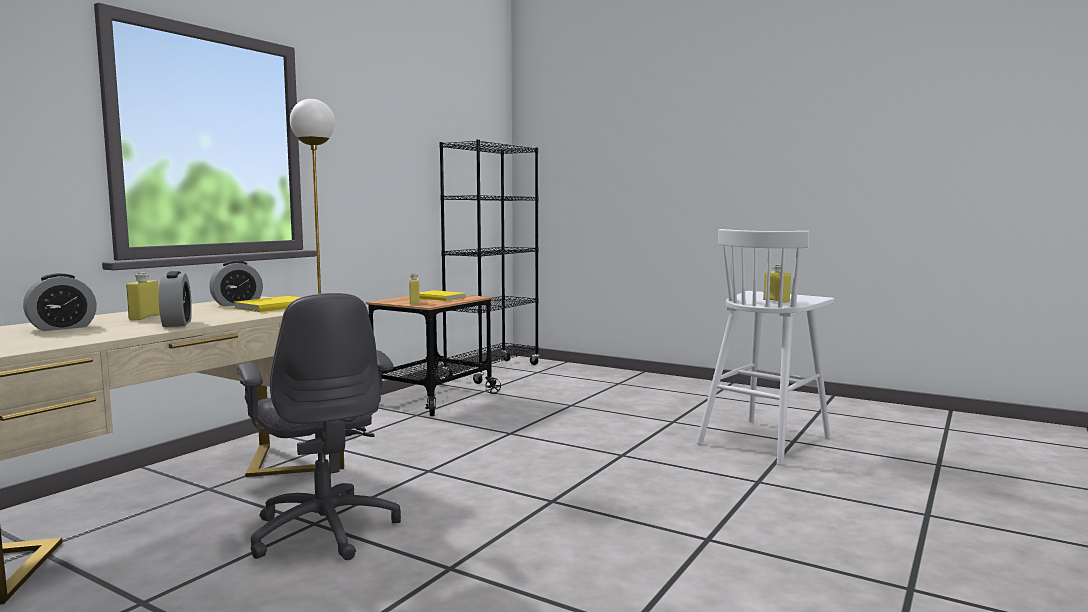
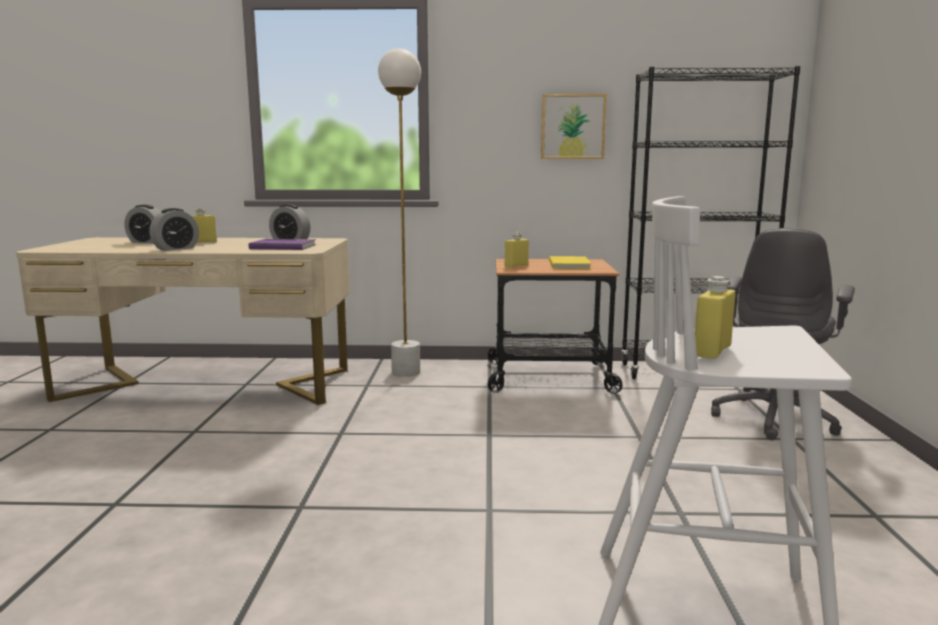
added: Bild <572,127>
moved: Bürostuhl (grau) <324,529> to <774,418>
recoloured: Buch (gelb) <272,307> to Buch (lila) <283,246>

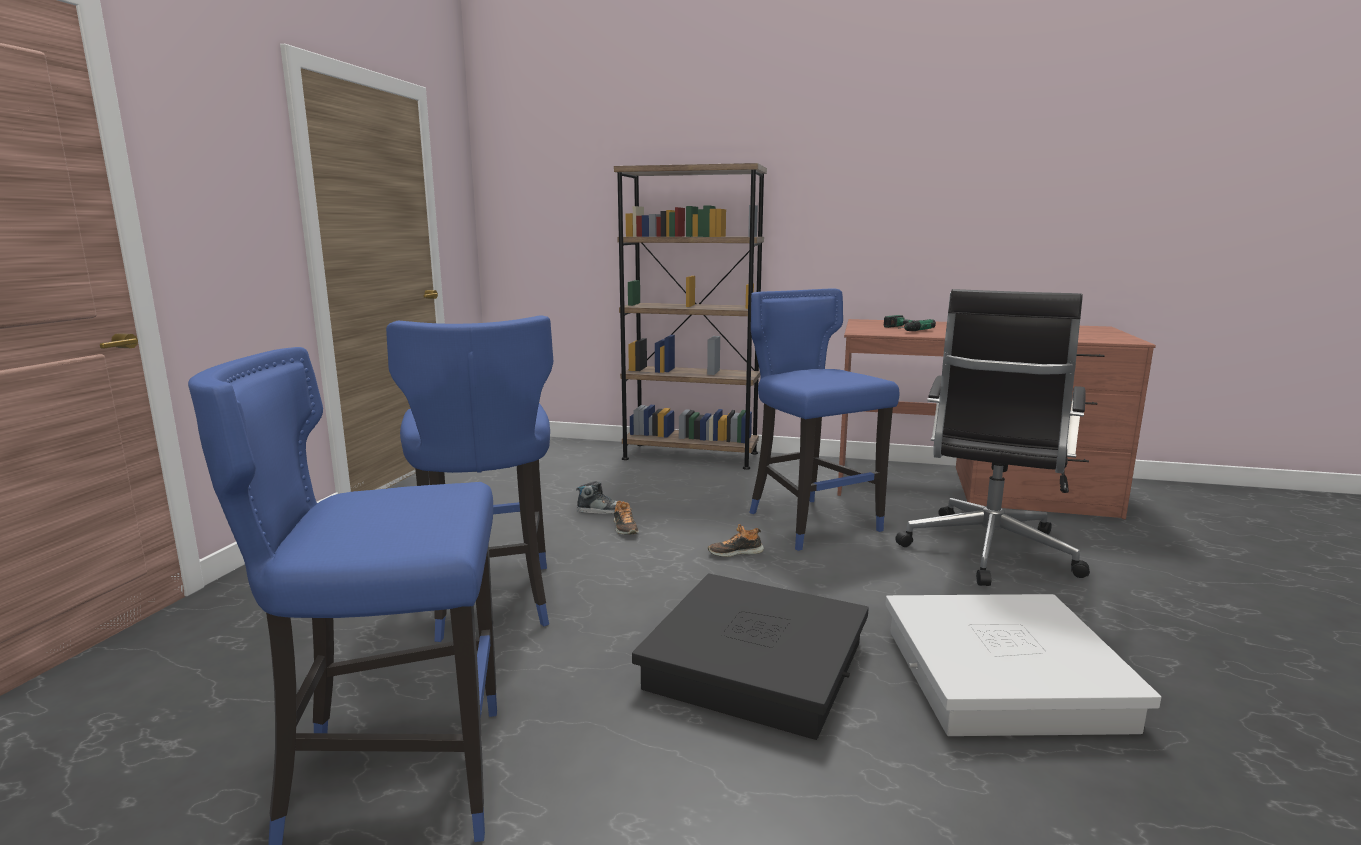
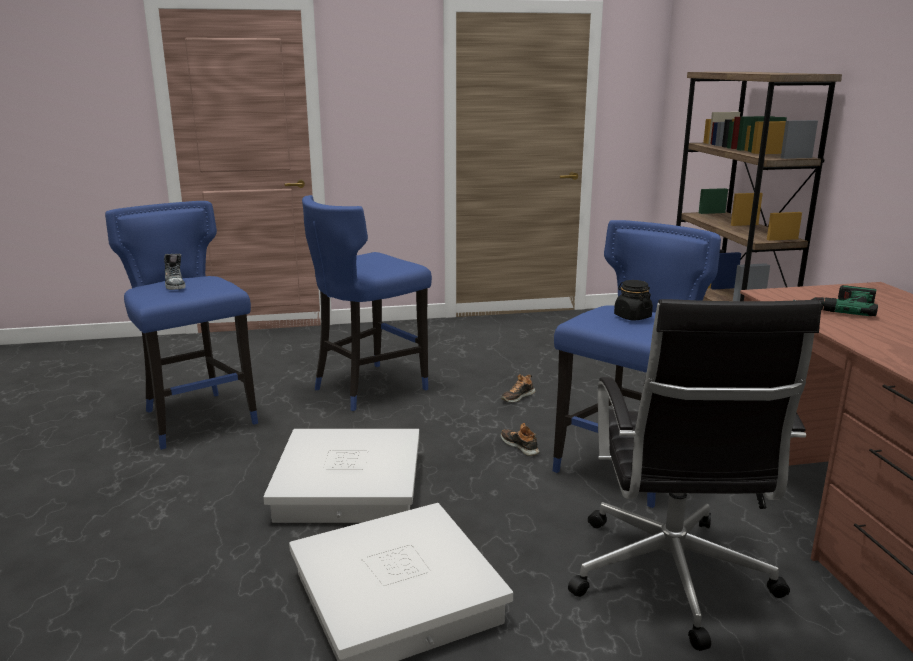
added: Vorratsglas (schwarz) <632,316>
moved: Schuh <602,510> to <175,284>
recoloured: Aufbewahrungsbox (schwarz) <756,664> to Aufbewahrungsbox (weiß) <350,486>
turned: Bürostuhl (schwarz) <987,552> = <670,579> 90 degrees counterclockwise

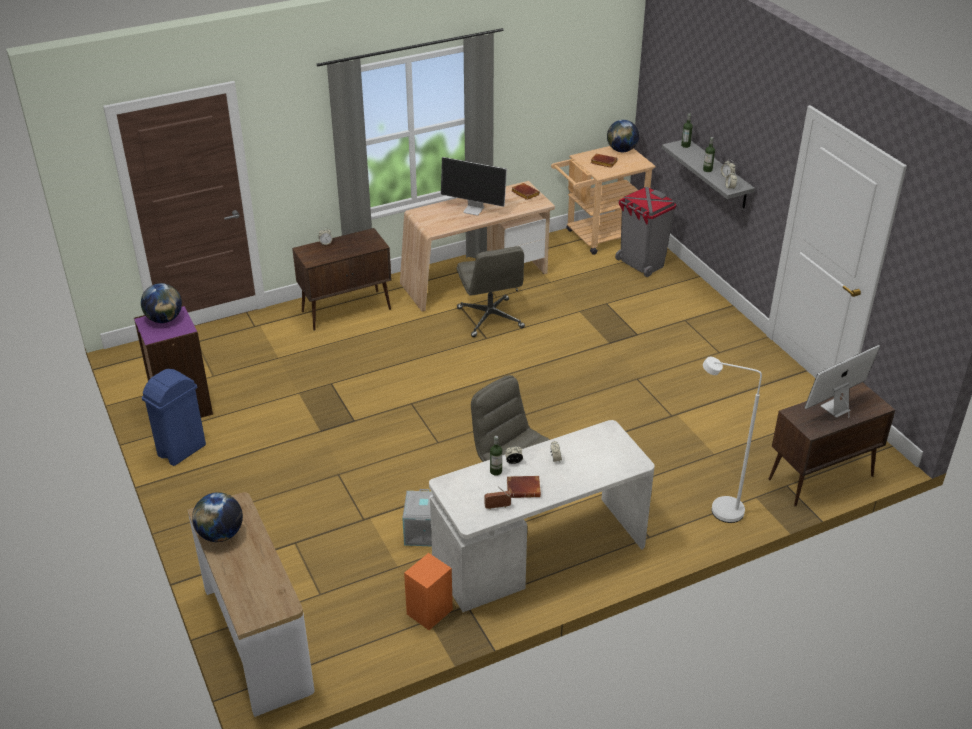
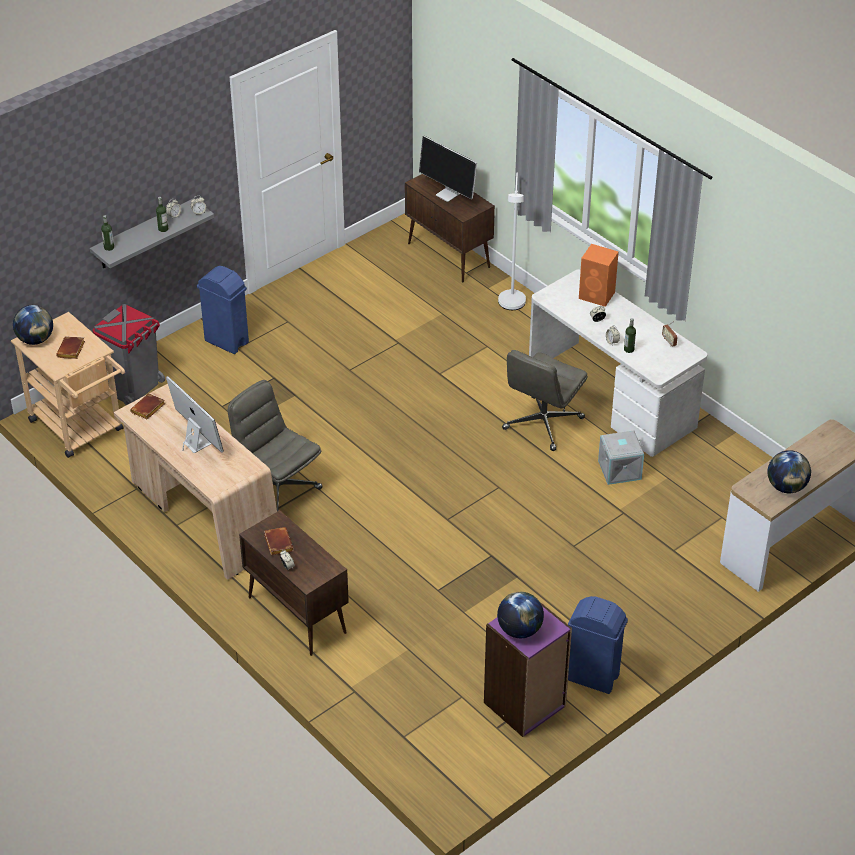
added: Mülleimer (blau) <226,341>
moved: Buch (braun) <524,489> to <277,543>; Lautsprecher (orange) <428,612> to <597,295>
turned: Monitor <474,210> = <196,443> 45 degrees counterclockwise; Bürostuhl (grau) <490,318> = <277,489> 105 degrees counterclockwise

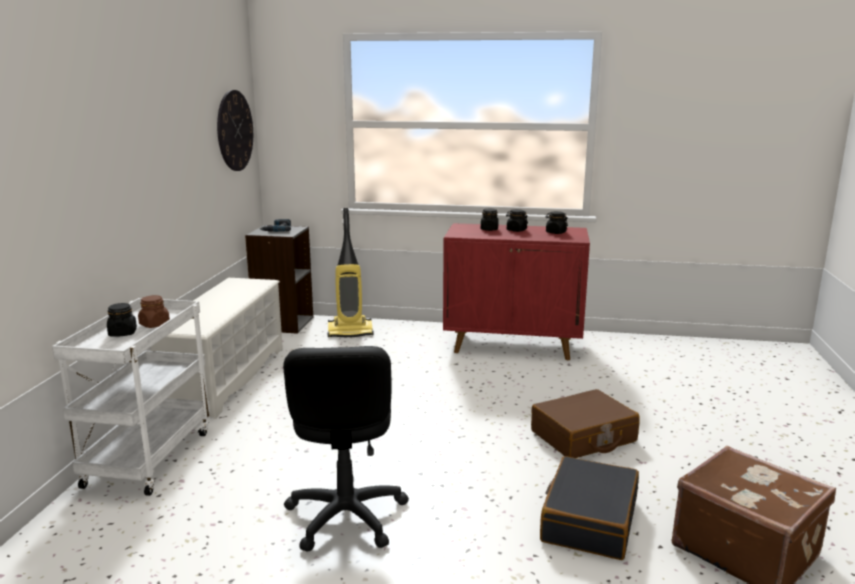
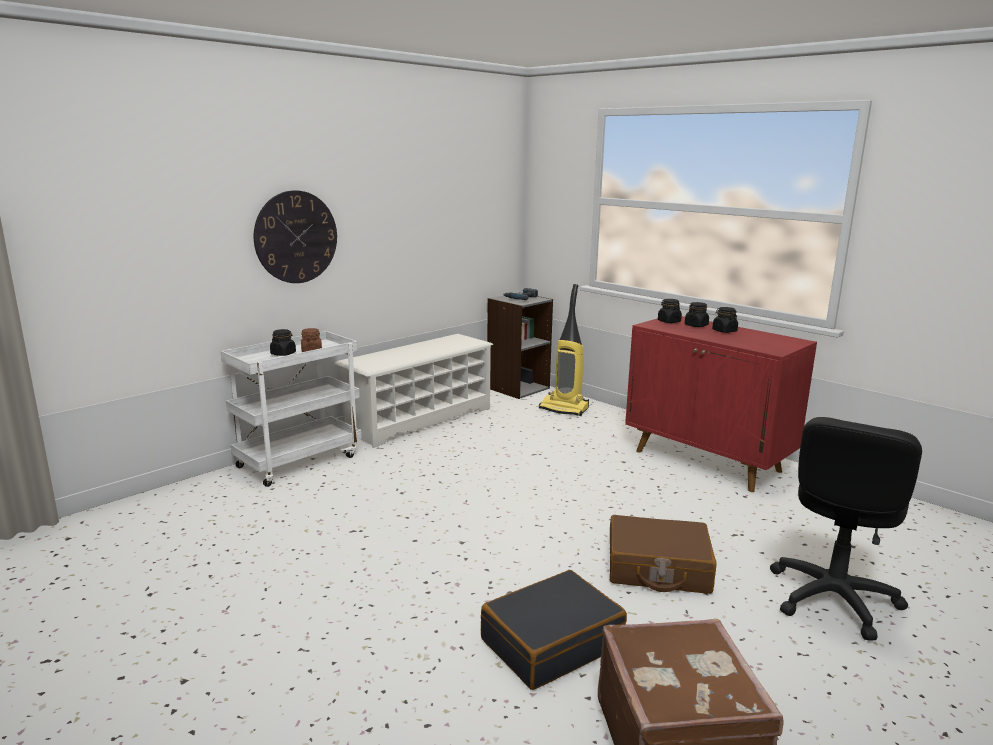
moved: Wanduhr <235,130> to <296,237>; Vorratsglas (schwarz) <555,232> to <669,321>; Bürostuhl (schwarz) <345,516> to <832,598>

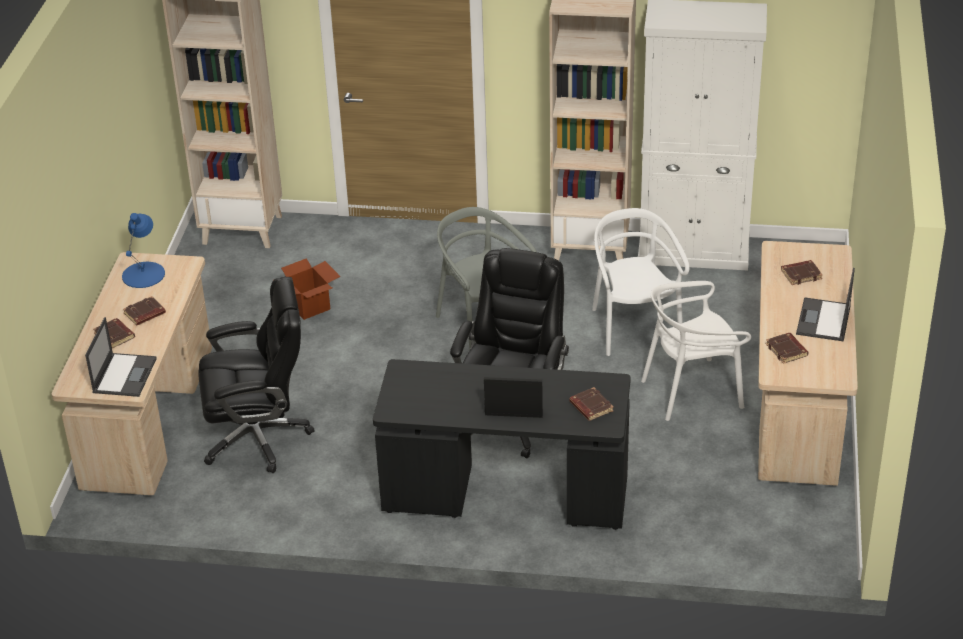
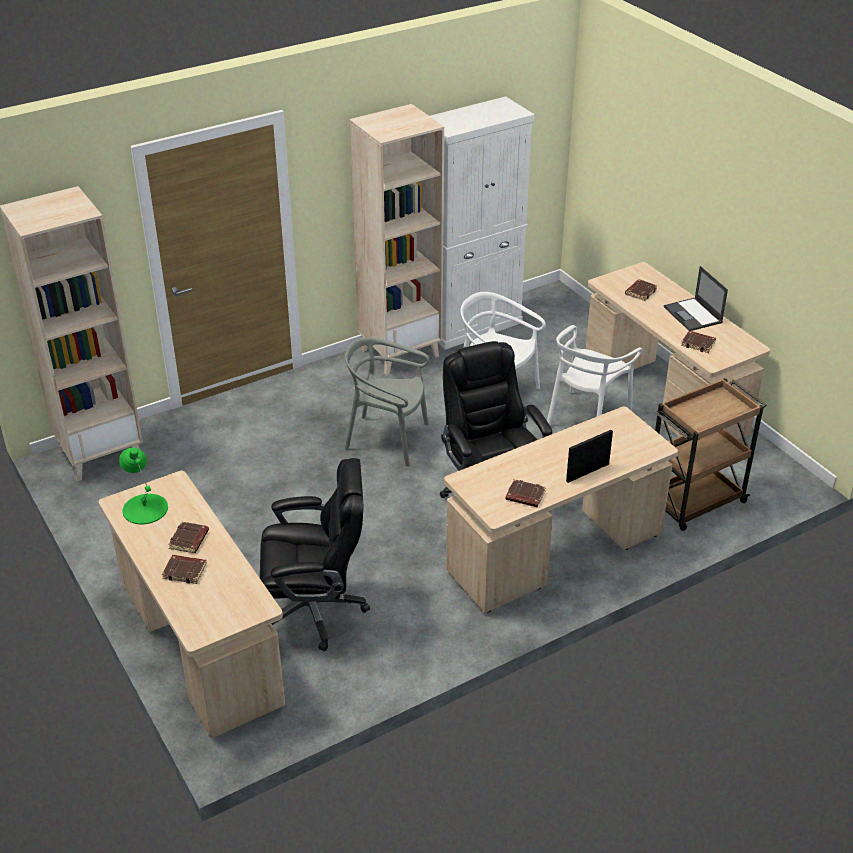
removed: Karton <309,306>; Laptop <124,375>
added: Rollwagen (braun) <694,502>
moved: Buch (braun) <590,407> to <524,496>
recoloured: Tischlampe (blau) <144,274> to Tischlampe (grün) <145,508>; Schreibtisch (schwarz) <505,496> to Schreibtisch (beige) <555,553>
turned: Bürostuhl (schwarz) <259,437> = <315,609> 45 degrees clockwise

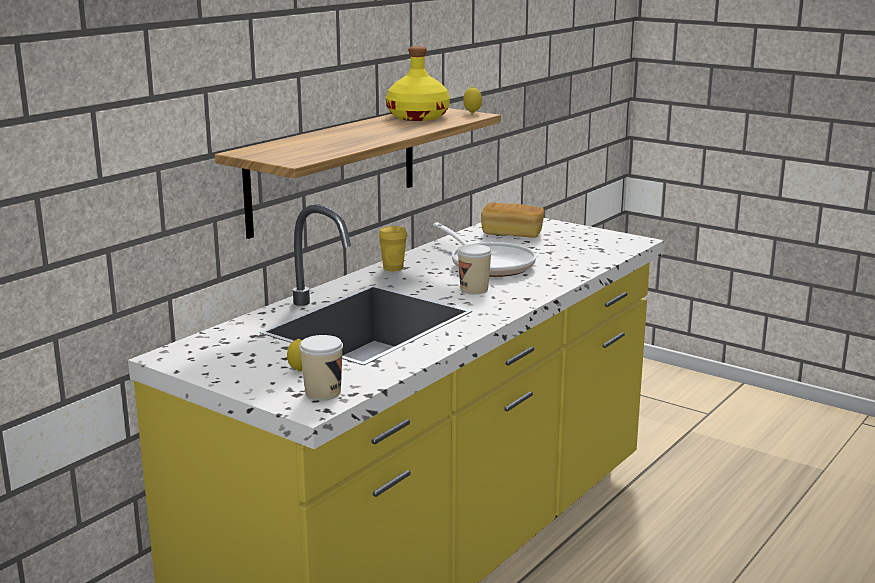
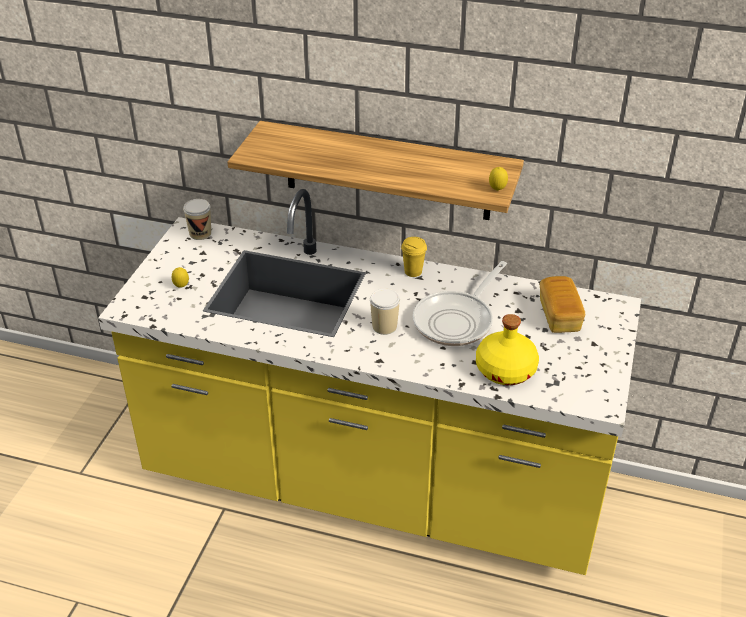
moved: Flasche (gelb) <418,117> to <506,370>; Tasse <323,393> to <200,233>

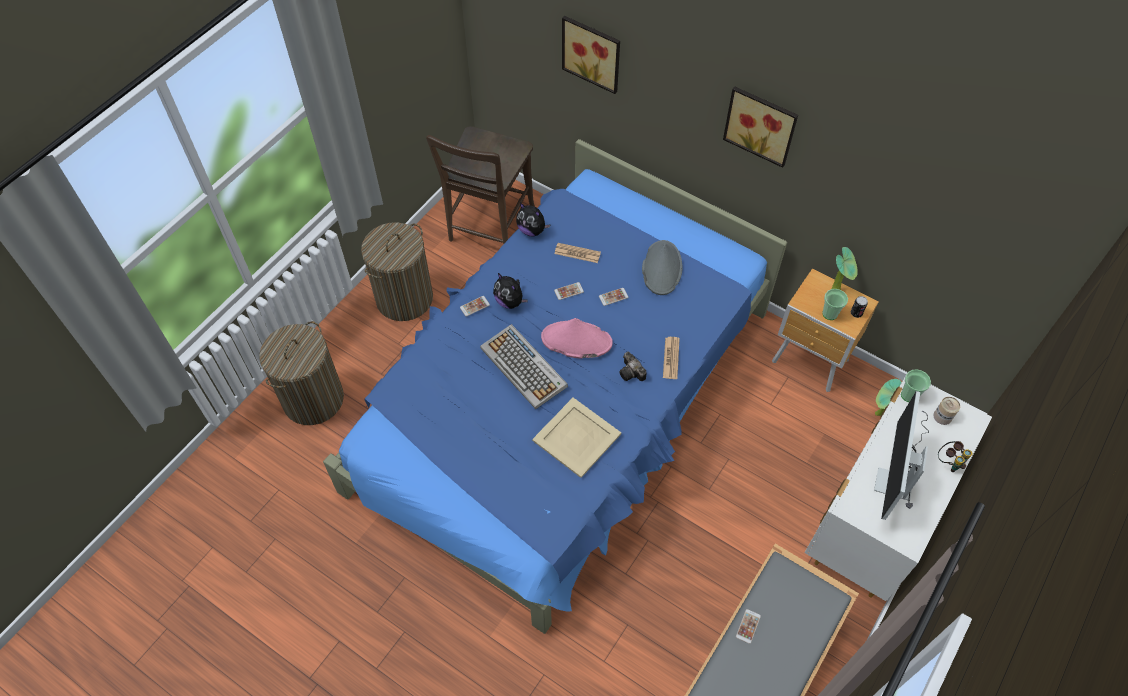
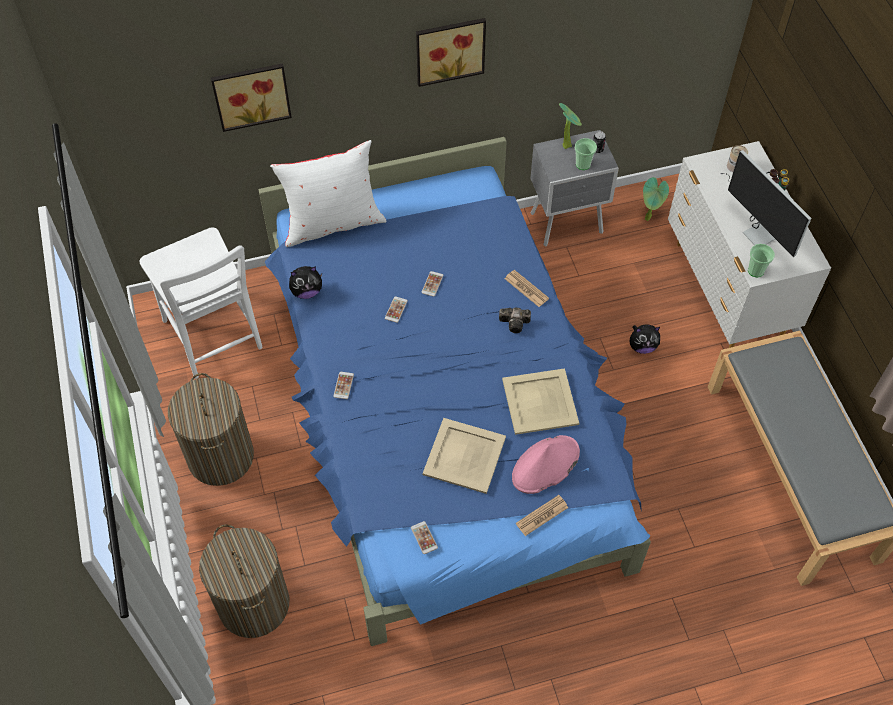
removed: Hut (grau) <661,268>; Tastatur <524,367>
added: Kissen (weiß) <332,223>; Tablett (beige) <465,455>
moved: Zeitung <577,253> to <542,515>; Plüschtier <510,301> to <642,346>; Hut (rosa) <576,340> to <545,465>; Tasse <909,395> to <755,271>; Handy <748,626> to <424,537>
recoloured: Stuhl (braun) <489,227> to Stuhl (weiß) <215,338>; Nachttisch (braun) <810,363> to Nachttisch (grau) <568,224>

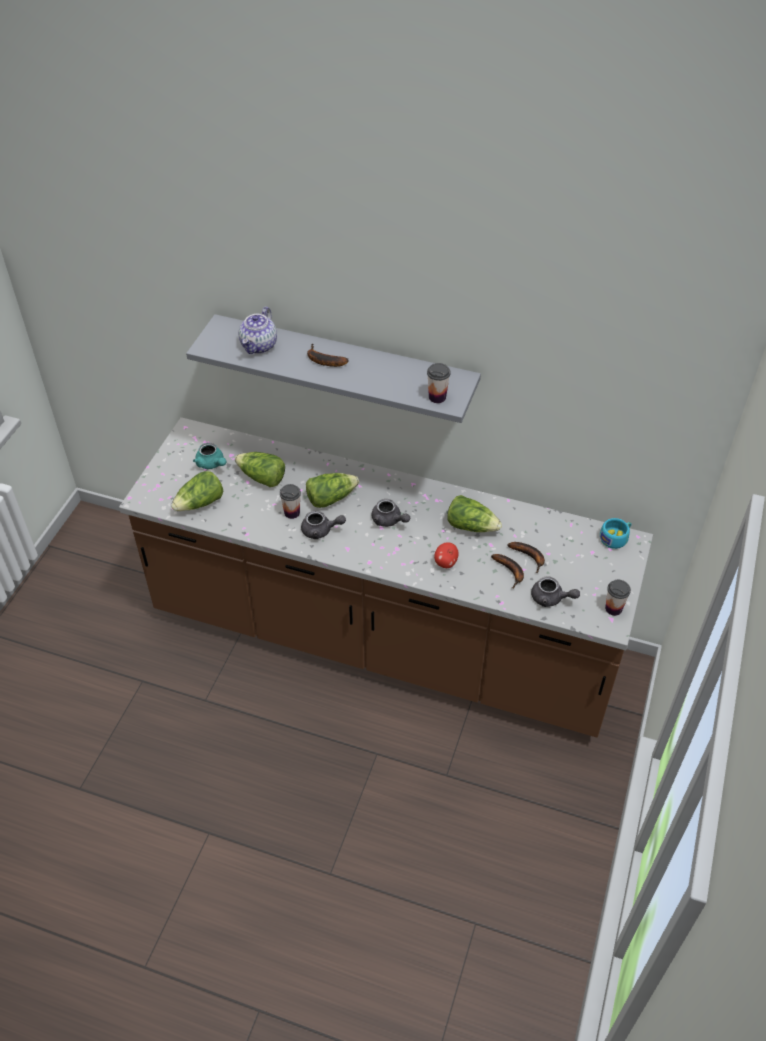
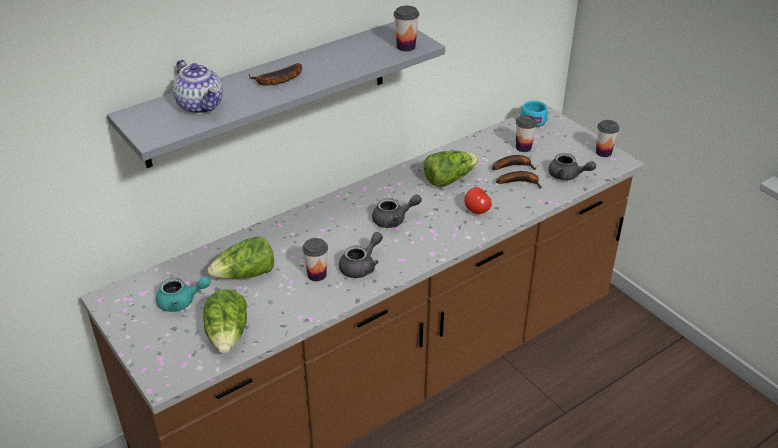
removed: Salatkopf <330,498>
added: Tasse <523,147>
turned: Teekanne (grau) <551,599> = <567,176> 60 degrees clockwise

